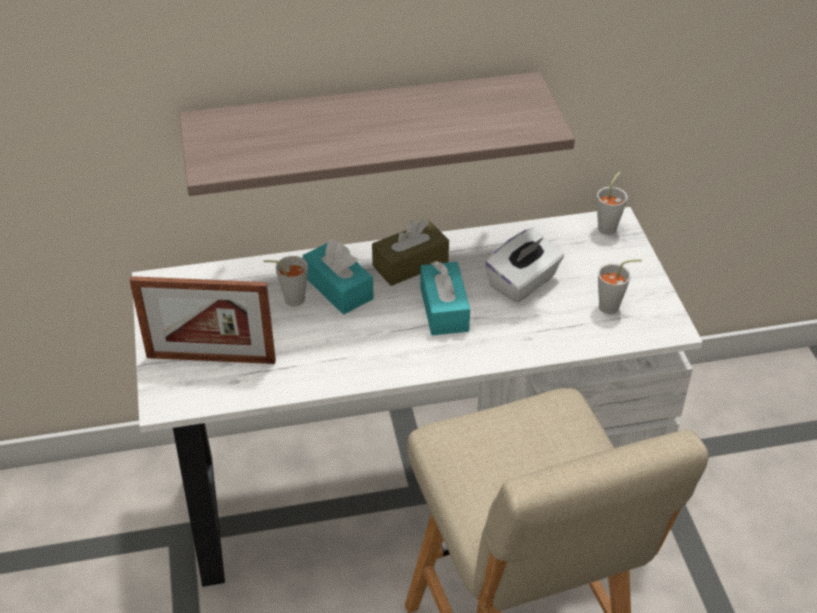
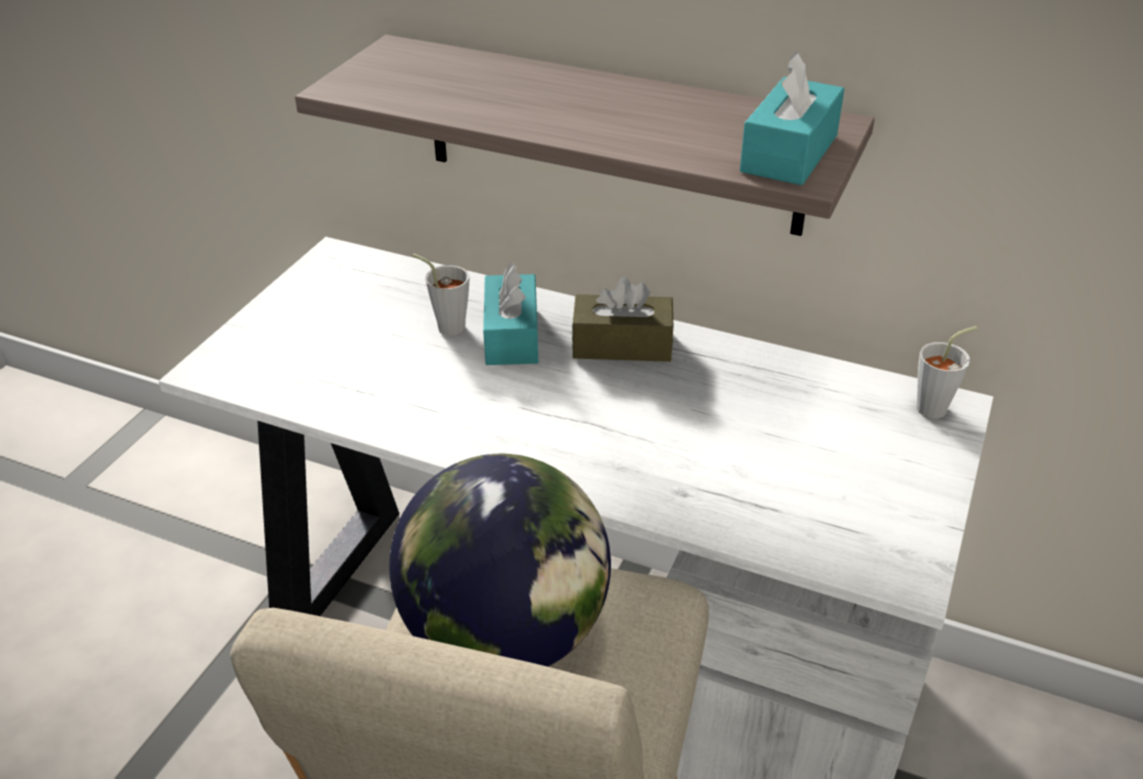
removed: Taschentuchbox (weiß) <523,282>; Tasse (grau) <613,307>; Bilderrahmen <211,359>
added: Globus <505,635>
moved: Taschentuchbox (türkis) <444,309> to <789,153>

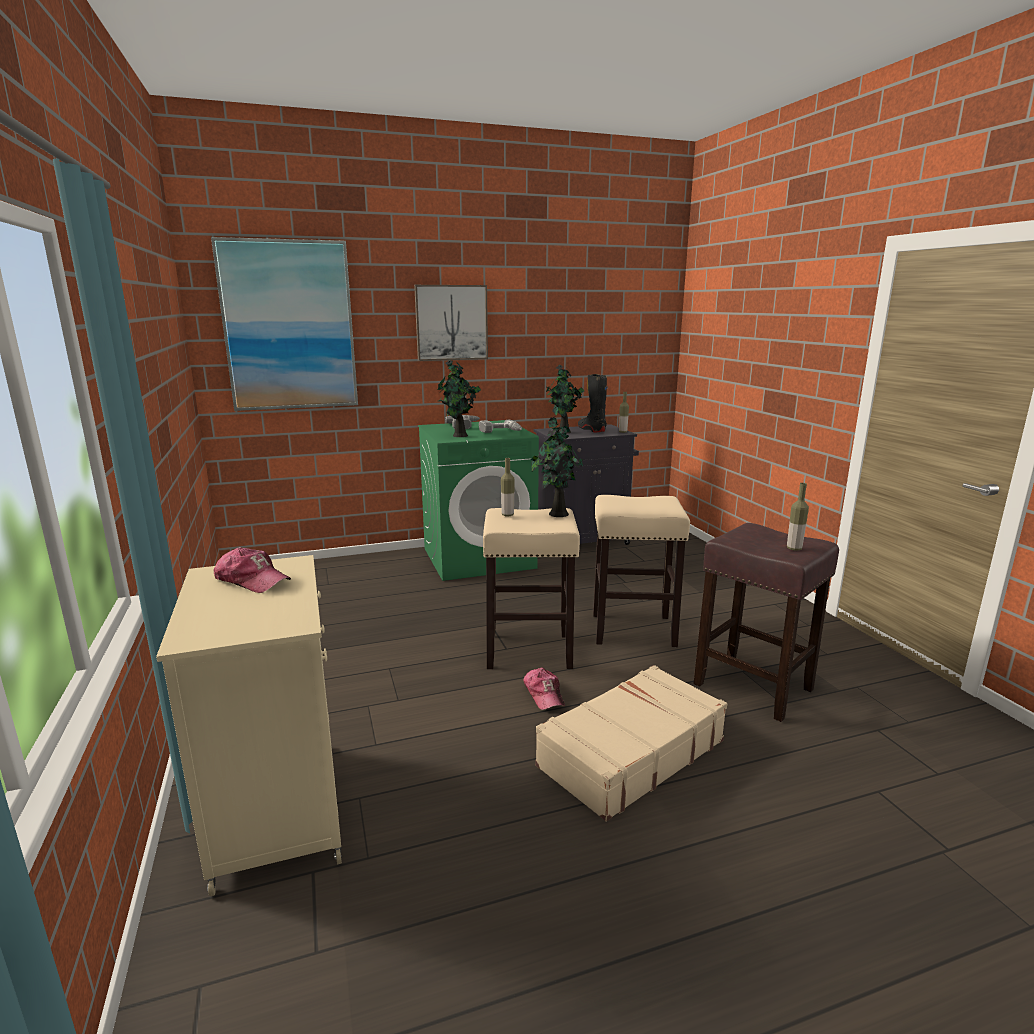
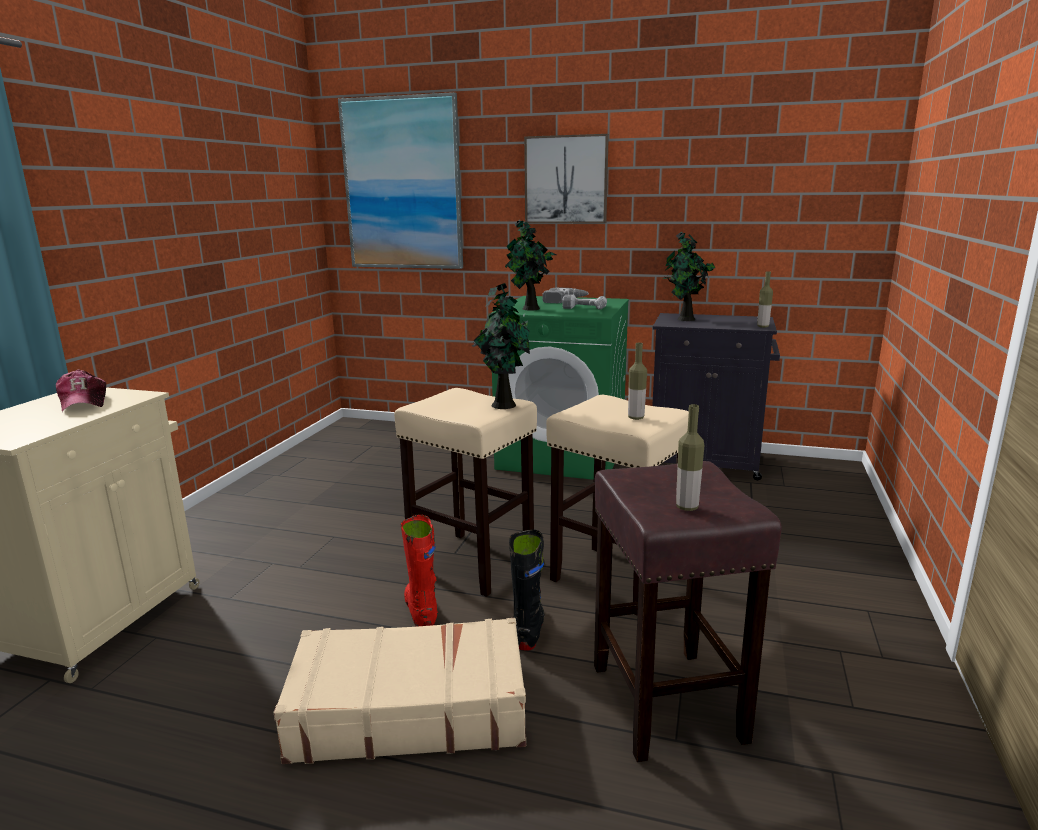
moved: Stiefel (schwarz) <591,430> to <529,629>; Flasche <507,515> to <636,418>
replaced: Kappe <544,694> to Stiefel (rot) <421,611>

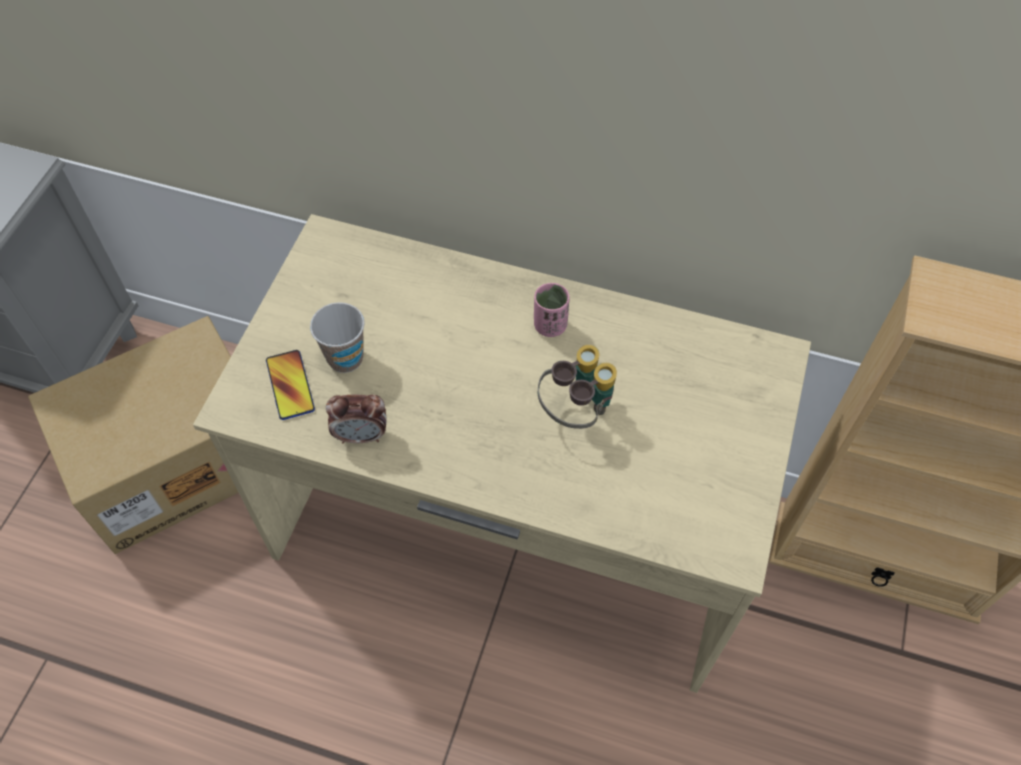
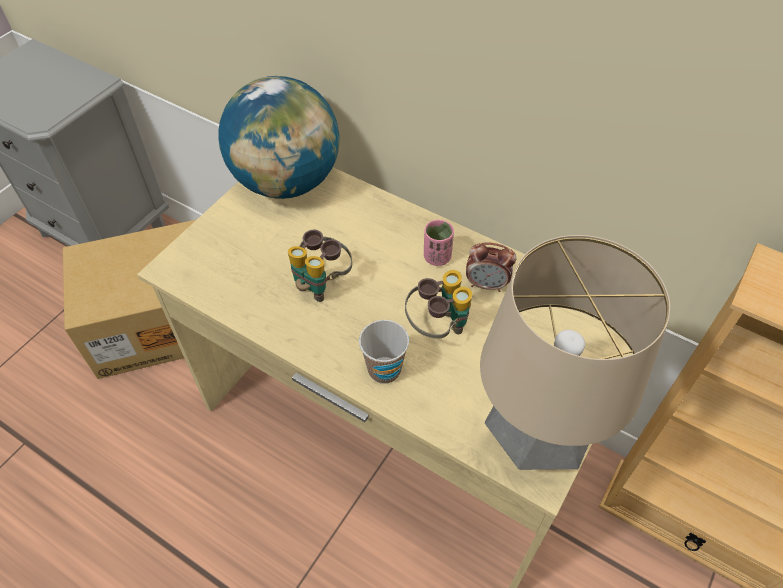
removed: Handy <290,385>
added: Globus <287,182>; Fernglas <321,283>; Tischlampe <533,441>
moved: Tasse <345,358> to <384,370>; Wecker <361,435> to <487,284>

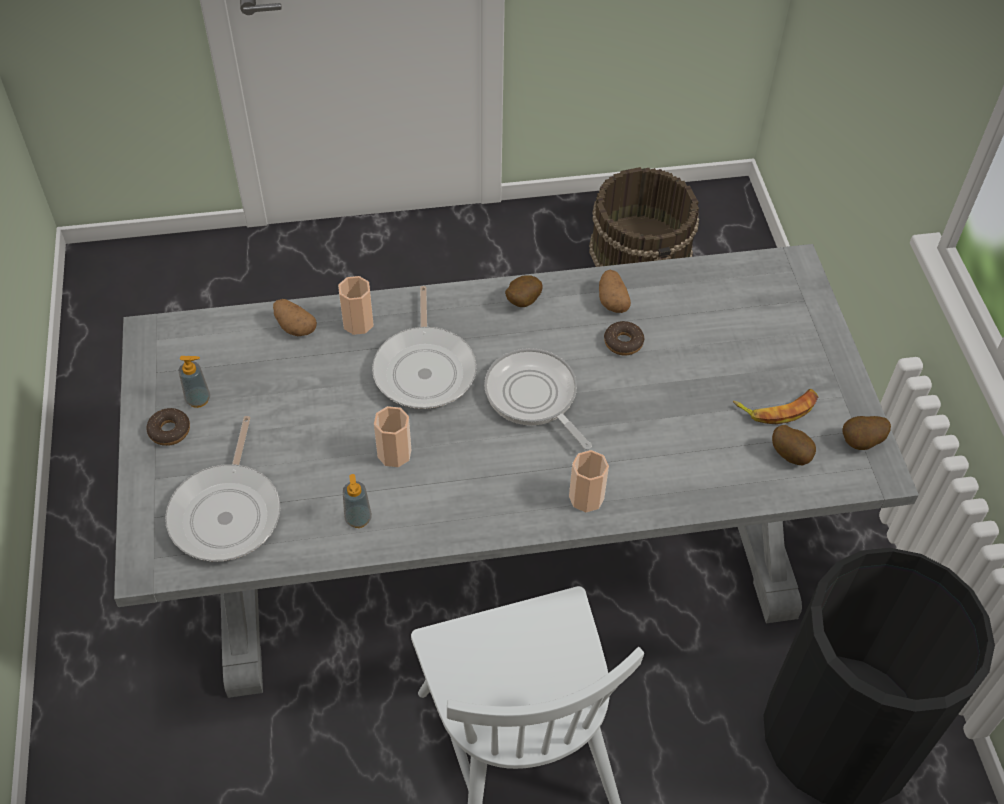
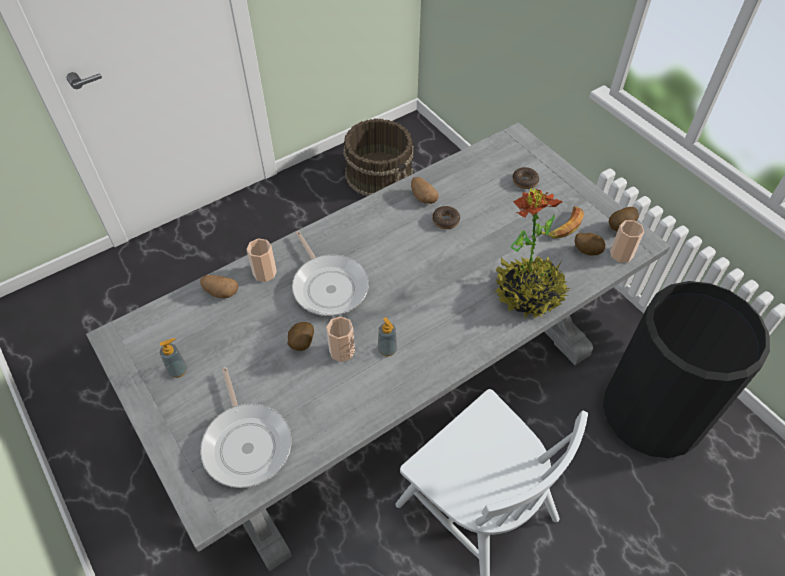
removed: Pfanne <534,397>
added: Topfpflanze <528,293>
moved: Kartoffel <522,301> to <301,344>; Donut <169,431> to <525,181>; Tasse <586,497> to <621,254>; Seifenspender <358,519> to <387,349>

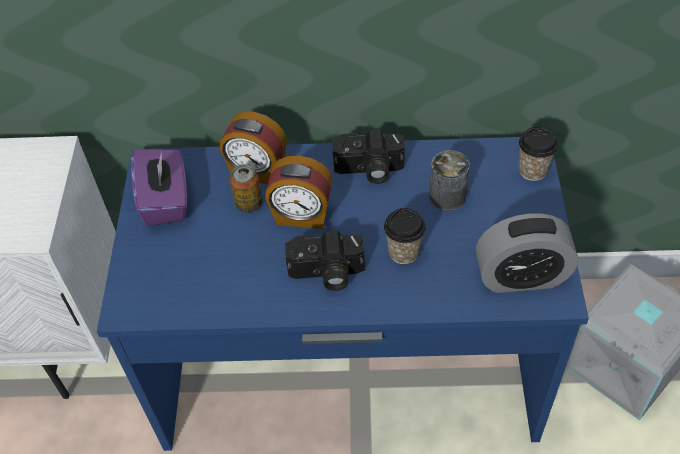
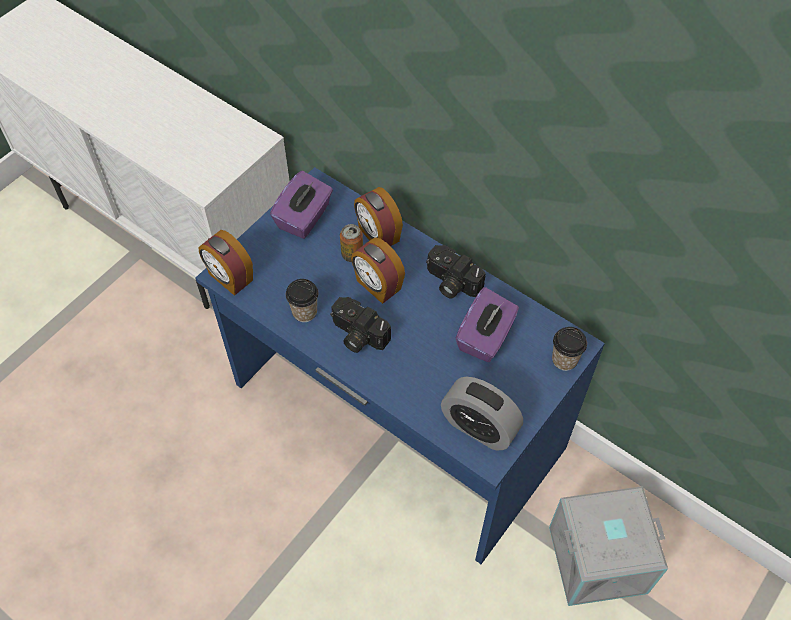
added: Wecker <230,278>
moved: Tasse <403,252> to <304,312>
replaced: Dose <447,196> to Taschentuchbox (lila) <485,337>

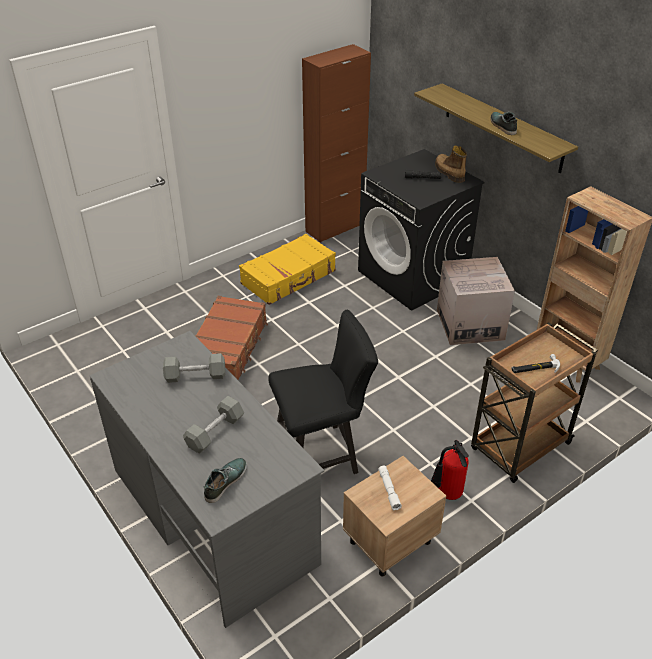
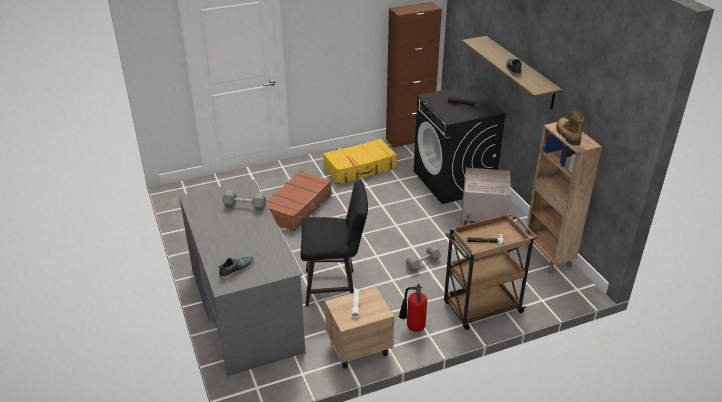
moved: Stiefel <448,172> to <567,135>; Hantel (grau) <215,432> to <422,263>

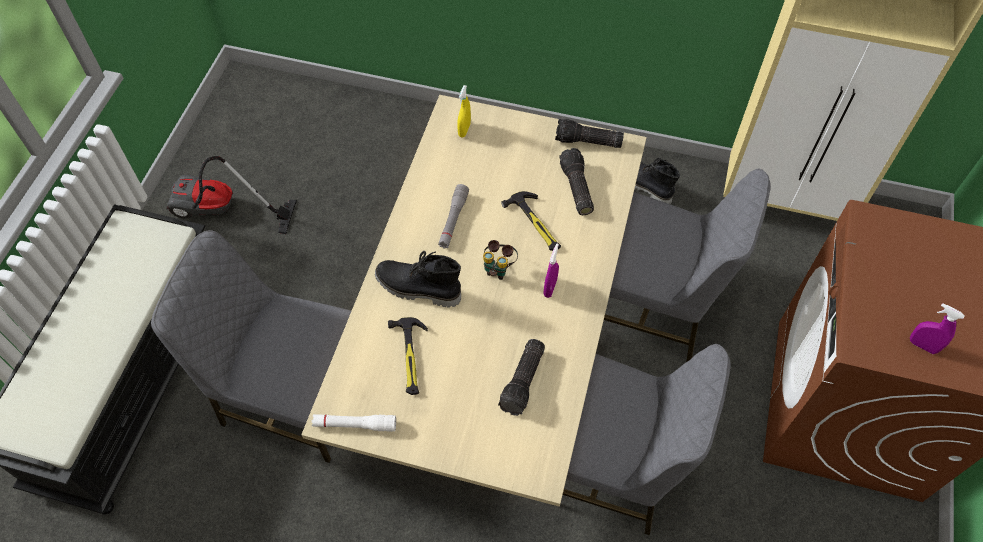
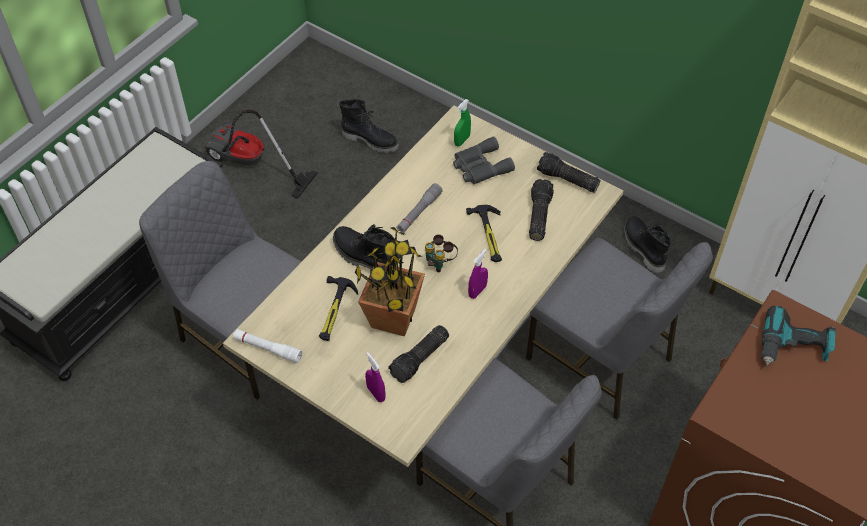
added: Stiefel (schwarz) <371,140>; Fernglas (grau) <480,166>; Topfpflanze <393,318>; Bohrmaschine <793,348>
moved: Sprühflasche (lila) <922,345> to <376,393>
recoloured: Sprühflasche (gelb) <464,130> to Sprühflasche (grün) <462,140>

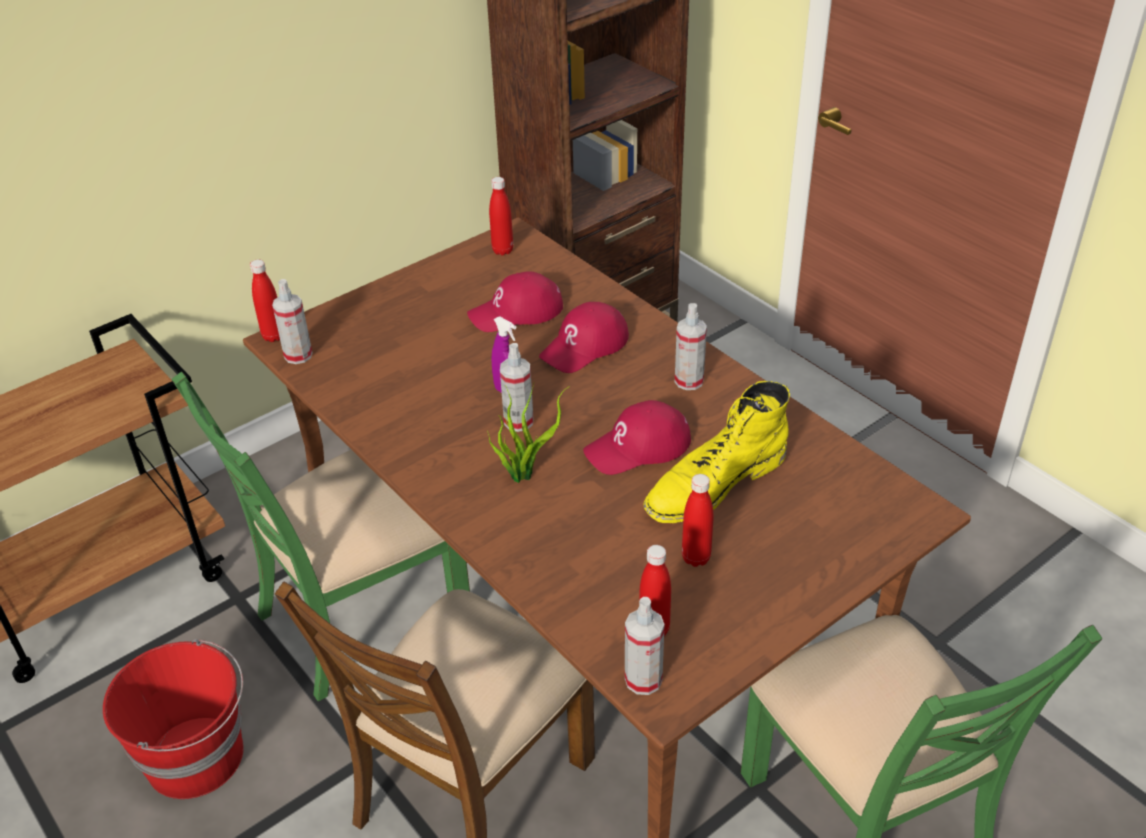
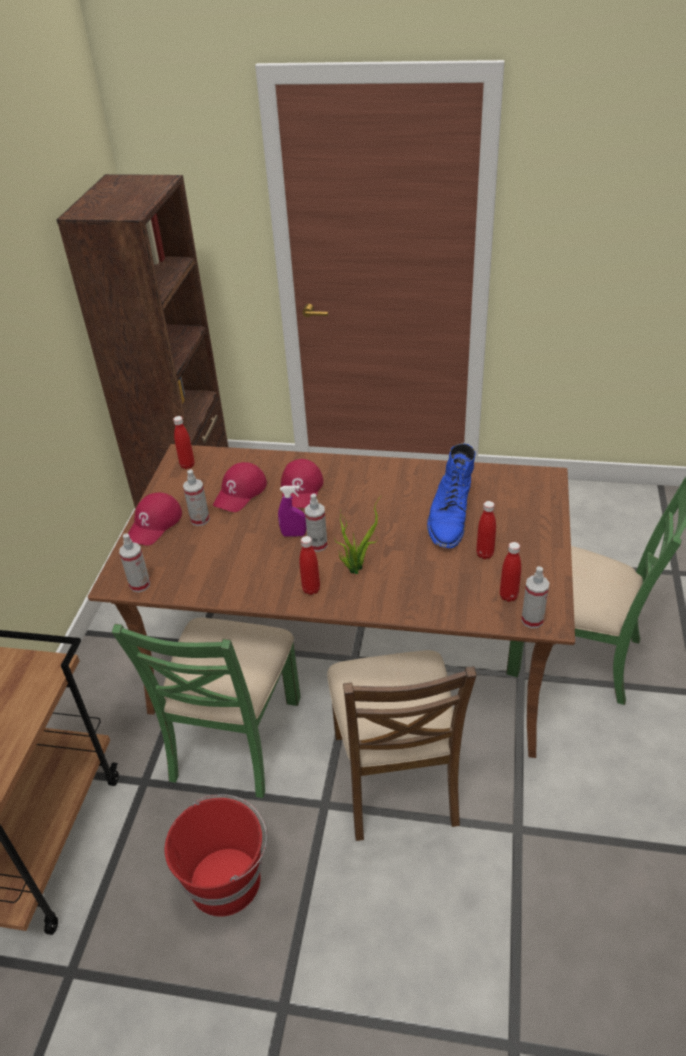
moved: Flasche (rot) <273,336> to <311,589>; Sprühflasche <689,381> to <200,519>; Kappe (rot) <638,447> to <154,524>
recoloured: Stiefel (gelb) <714,484> to Stiefel (blau) <449,517>

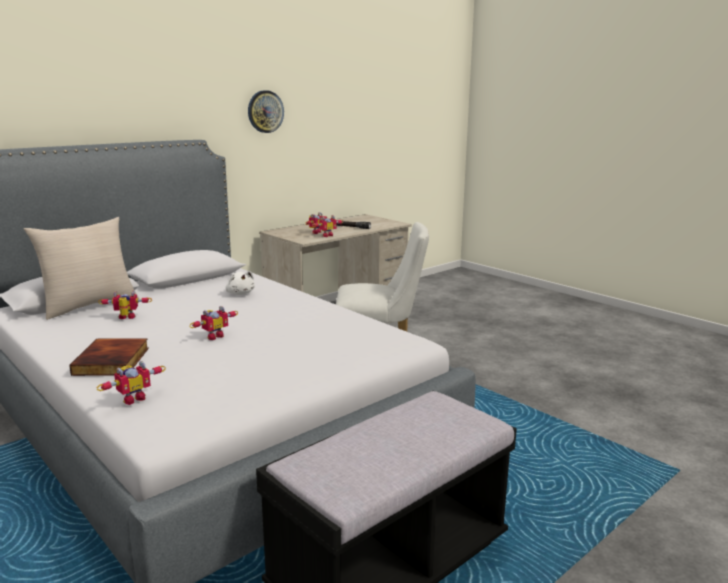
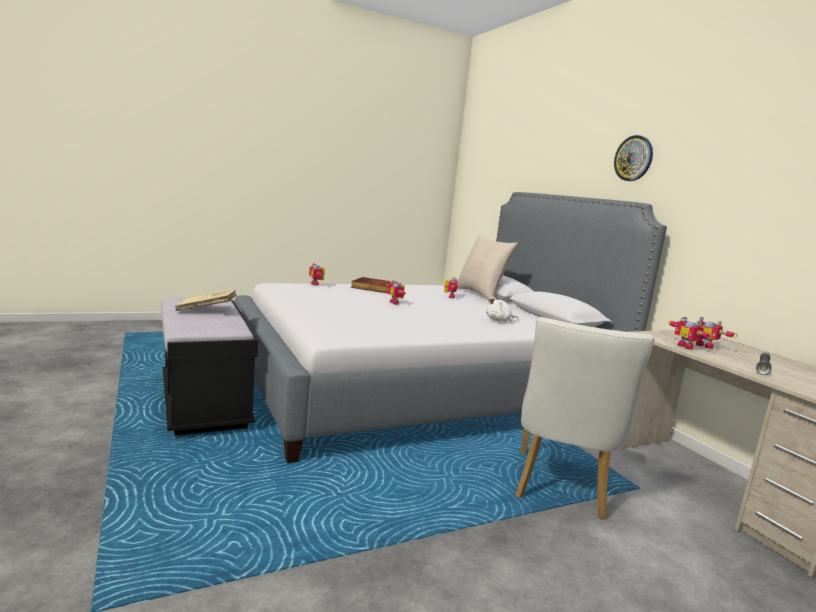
added: Buch (beige) <207,310>
moved: Wanduhr <265,111> to <633,158>

